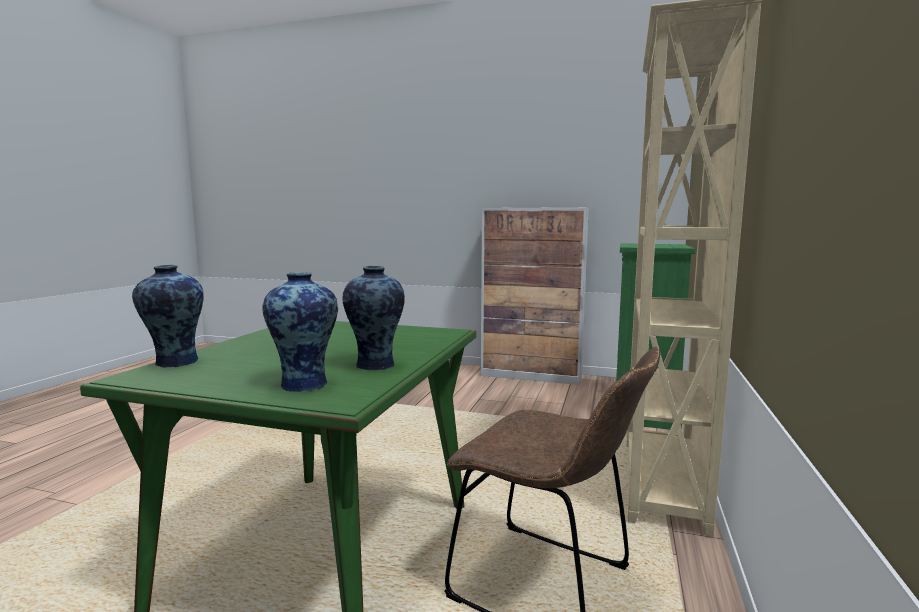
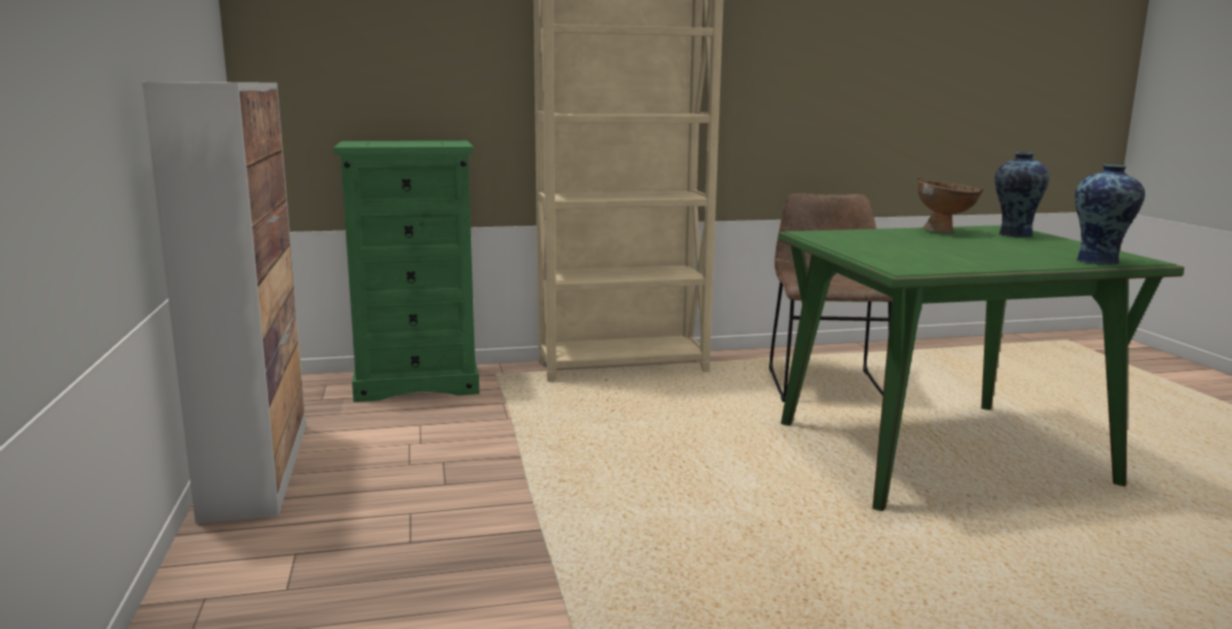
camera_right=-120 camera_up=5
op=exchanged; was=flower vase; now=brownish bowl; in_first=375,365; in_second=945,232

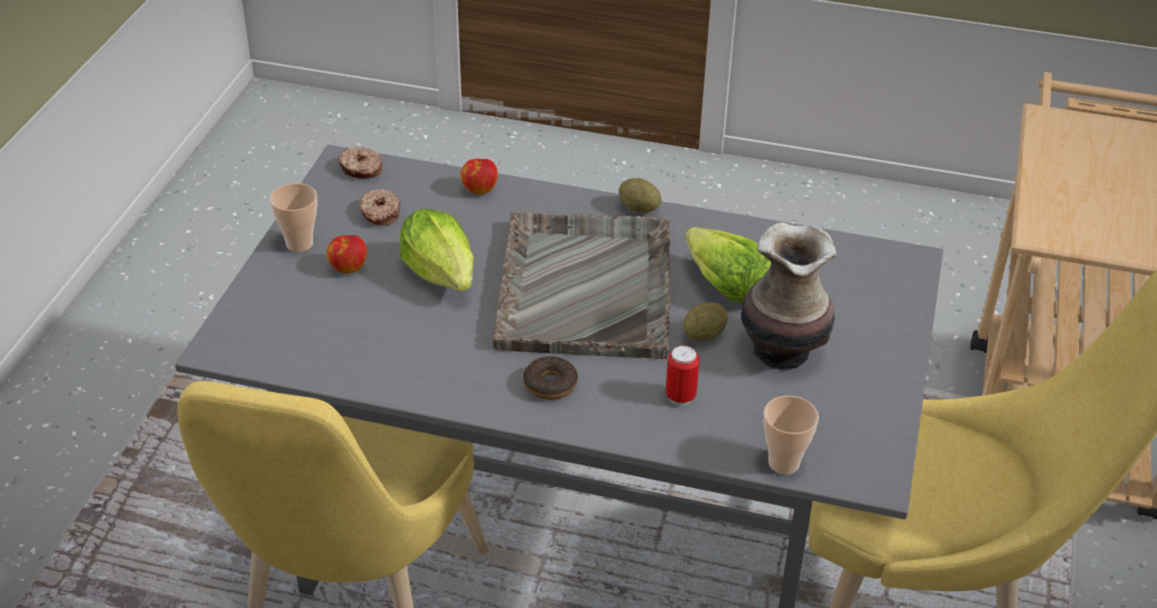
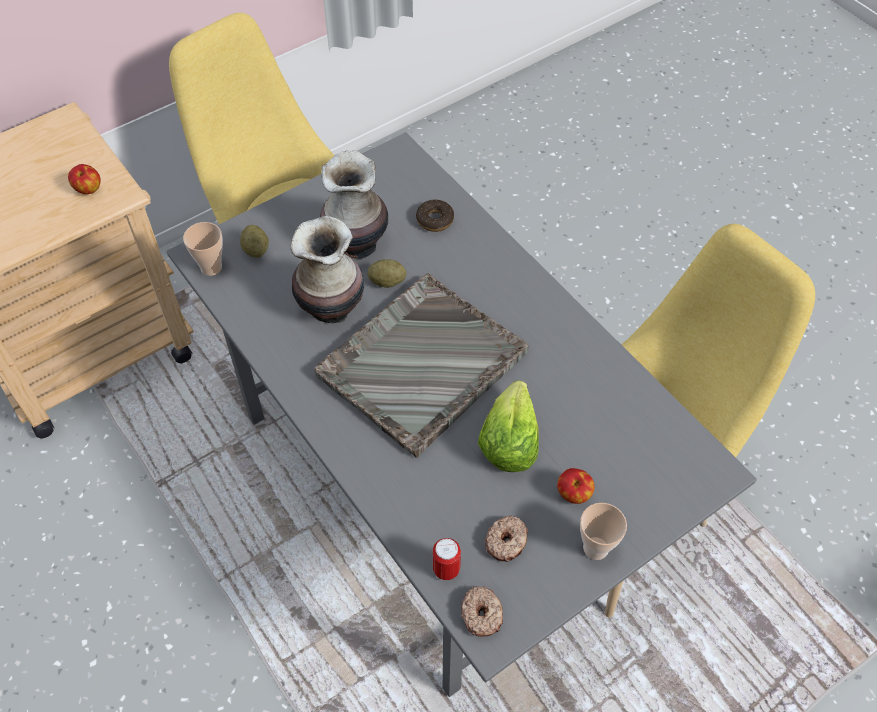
camera_right=-140 camera_up=15
op=relocated; was=apple; in_first=479,189; in_second=88,190
op=relocated; was=potato; in_first=639,208; in_second=256,250
op=exchanged; was=lettuce; now=flower vase; in_first=726,287; in_second=332,306
op=relocated; was=can; in_first=680,397; in_second=446,569
op=relocated; was=donut; in_first=550,384; in_second=435,220
op=relocated; was=cup; in_first=783,463; in_second=211,267

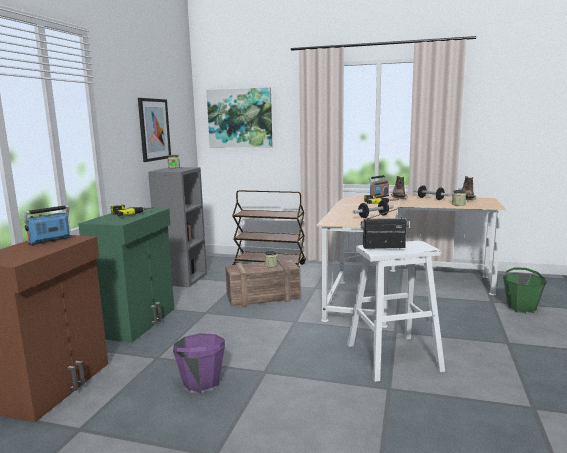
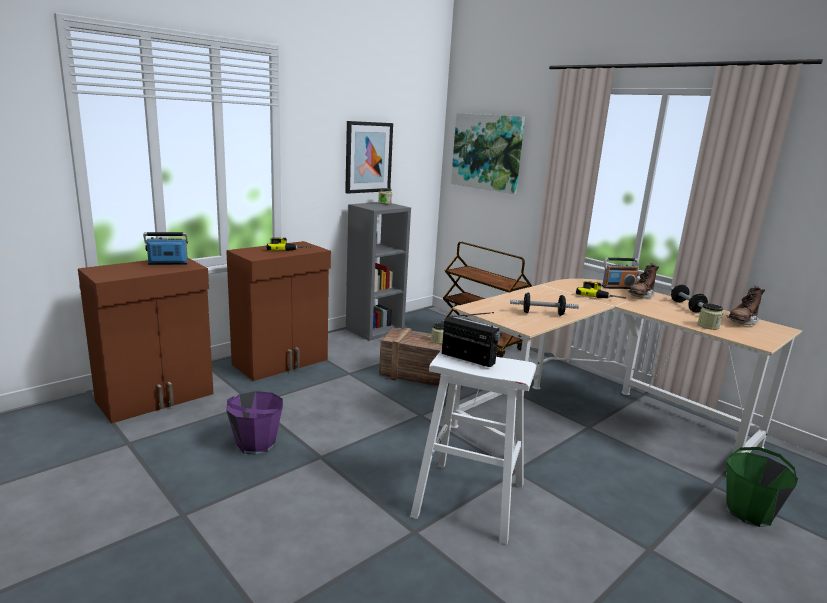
camera_right=30 camera_up=5
op=colour; was=green cupboard; now=brownish cupboard; in_first=137,322; in_second=282,362

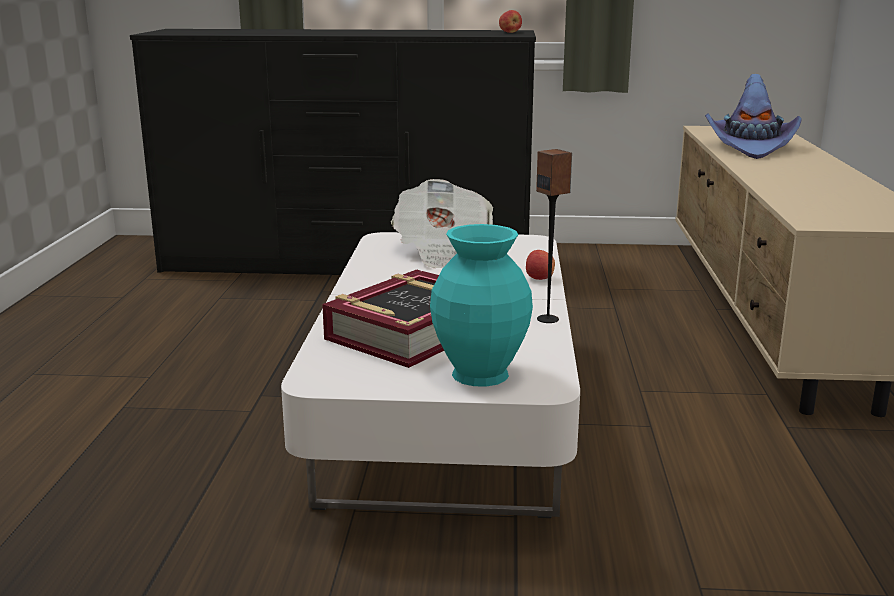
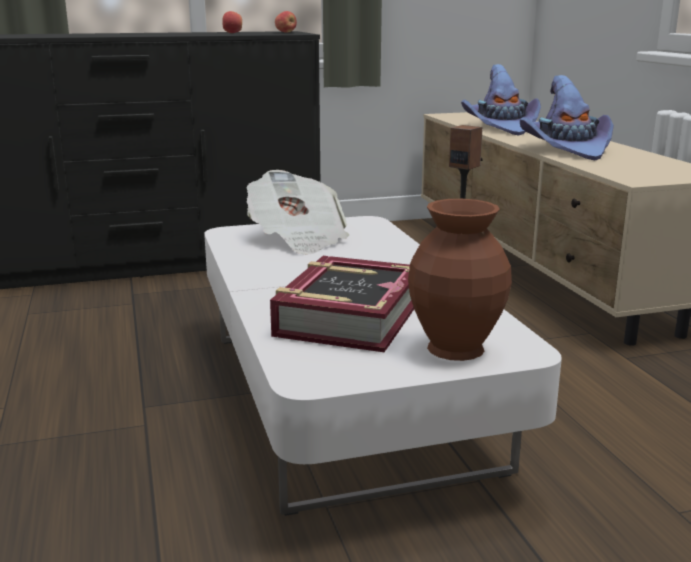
camera_right=-20 camera_up=0
op=colour; was=turquoise flower vase; now=brownish flower vase; in_first=481,375; in_second=457,349
op=relocated; was=apple; in_first=539,278; in_second=232,33
op=appeared; now=purple-coloured clothing hat; in_second=567,149

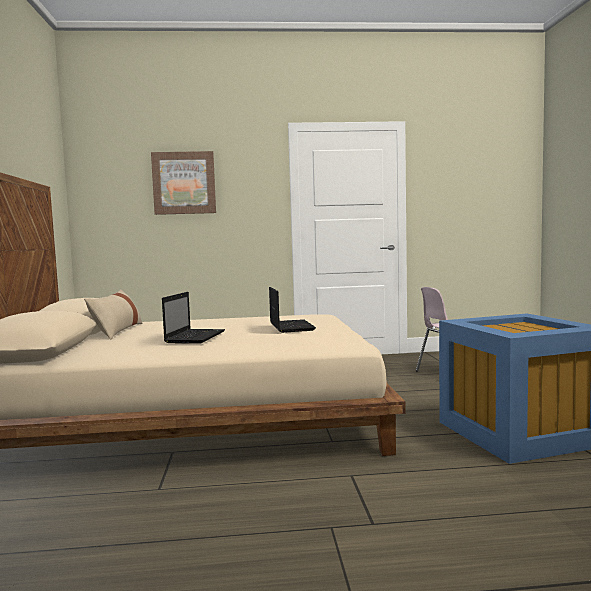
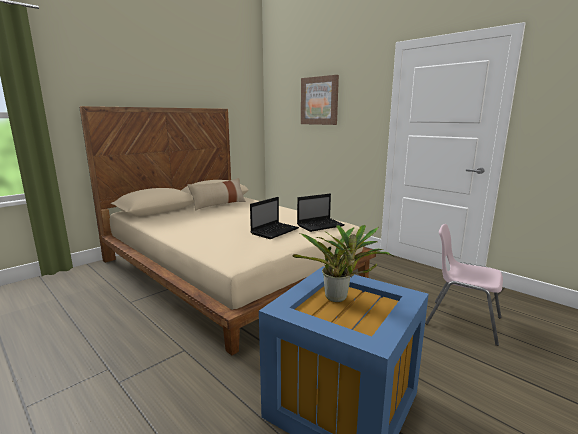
camera_right=50 camera_up=10
op=relocated; was=portable computer; in_first=195,337; in_second=321,225
op=appeared; now=potted plant; in_second=339,299

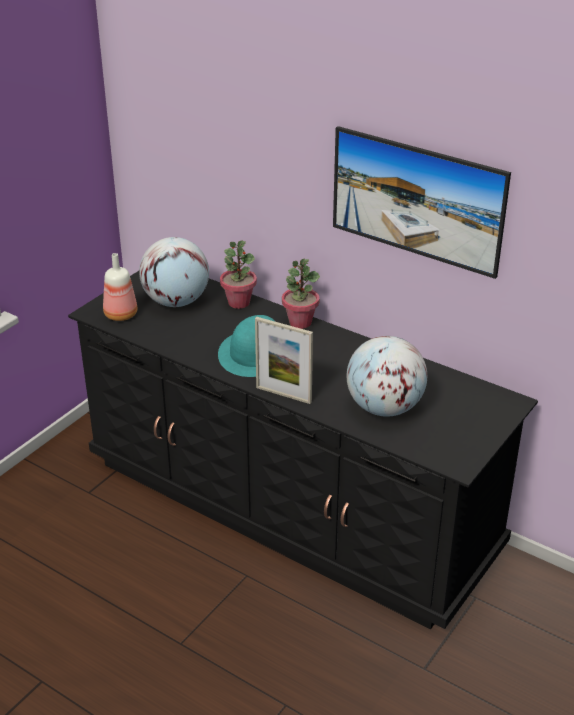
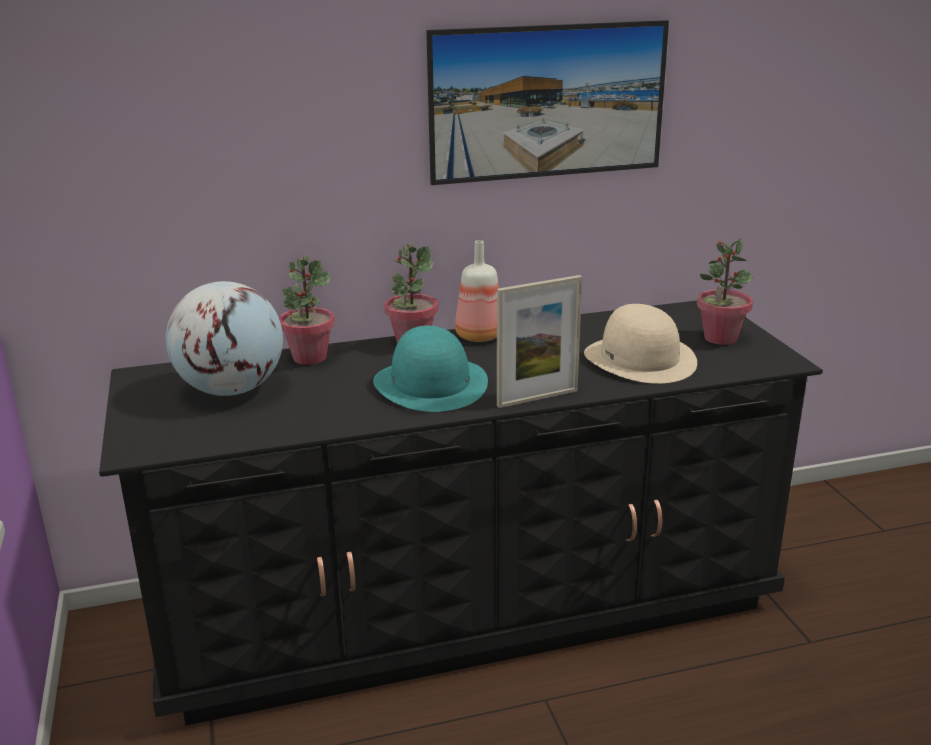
camera_right=-50 camera_up=-10
op=relocated; was=beverage bottle; in_first=119,315; in_second=478,337
op=exchanged; was=world globe; now=sand-coloured clothing hat; in_first=384,408; in_second=640,359
op=appeared; now=potted plant; in_second=720,338

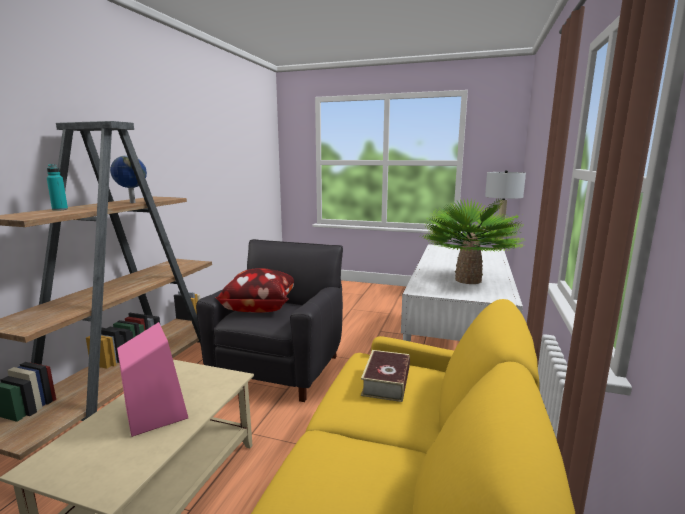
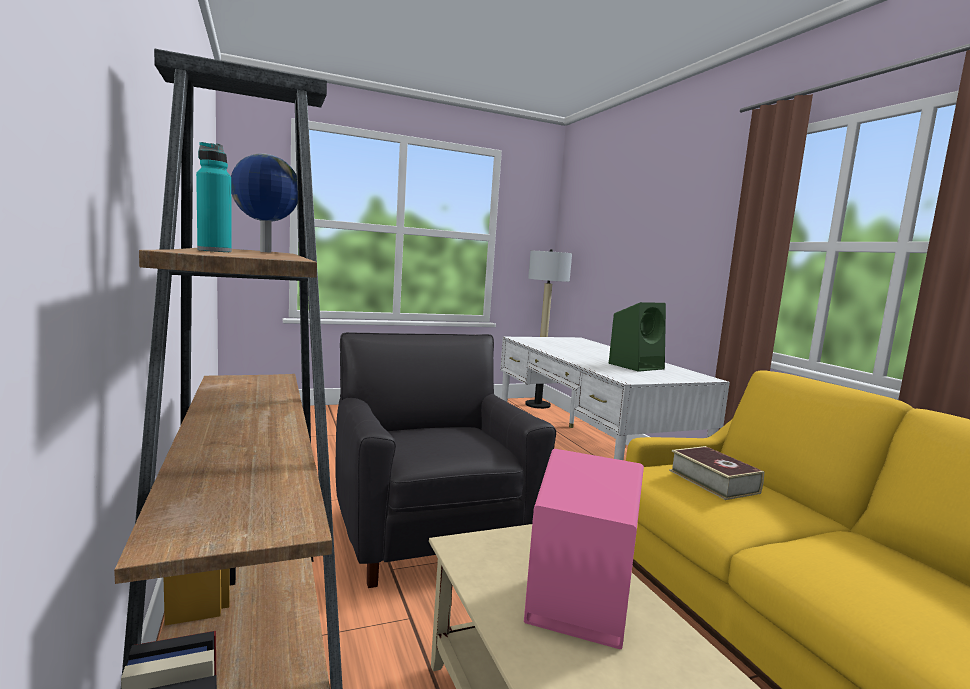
camera_right=-40 camera_up=-5
op=exchanged; was=potted plant; now=green speaker; in_first=468,280; in_second=636,366
op=missing; was=throw pillow; in_first=259,307

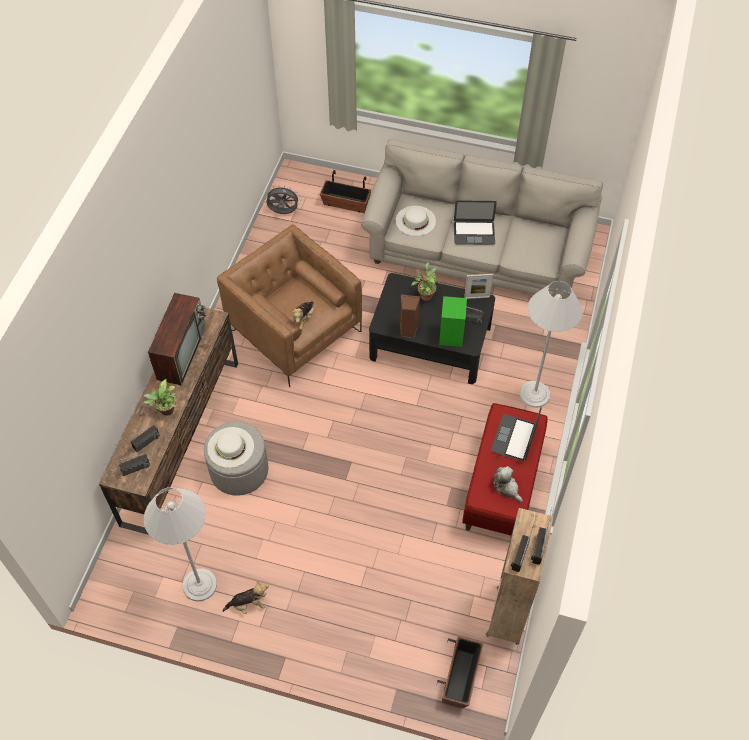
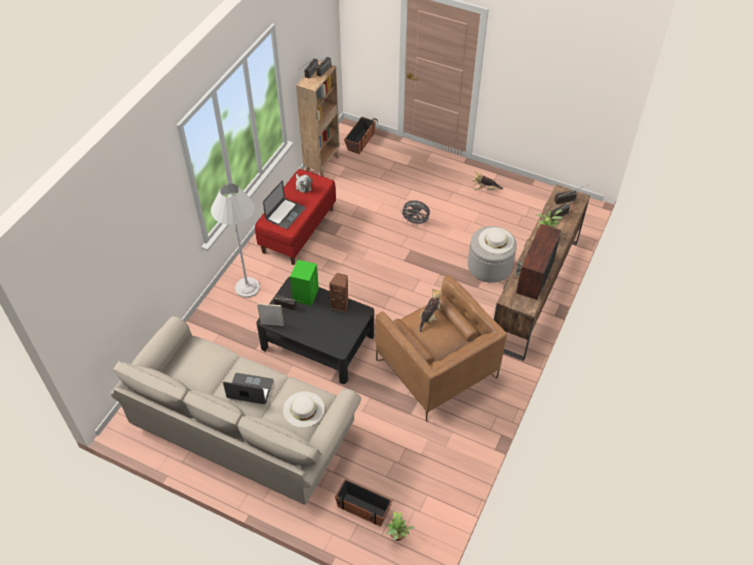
camera_right=-170 camera_up=-5
op=relocated; was=greyish fan; in_first=283,213; in_second=415,222
op=relocated; was=potted plant; in_first=425,294; in_second=398,537
op=missing; was=white standard lamp; in_first=199,585

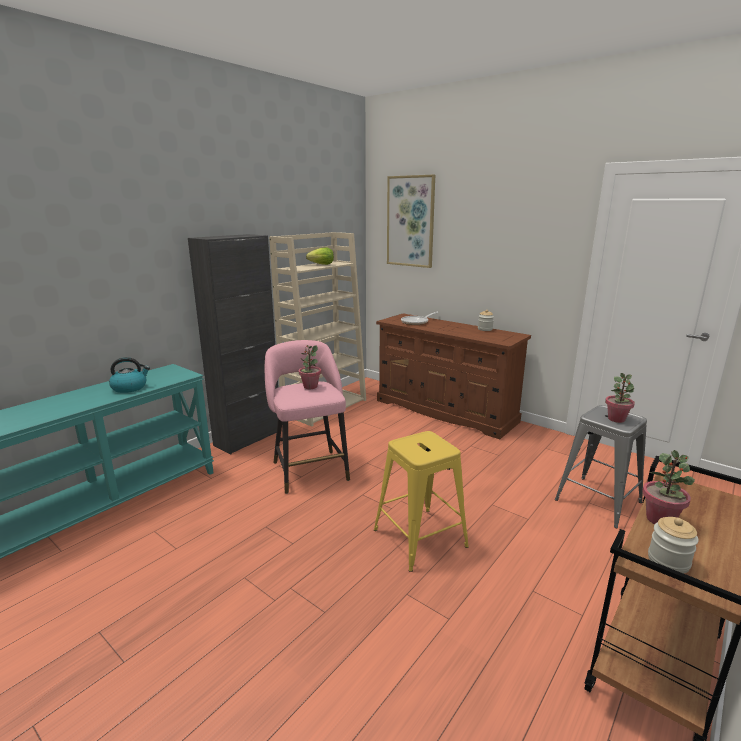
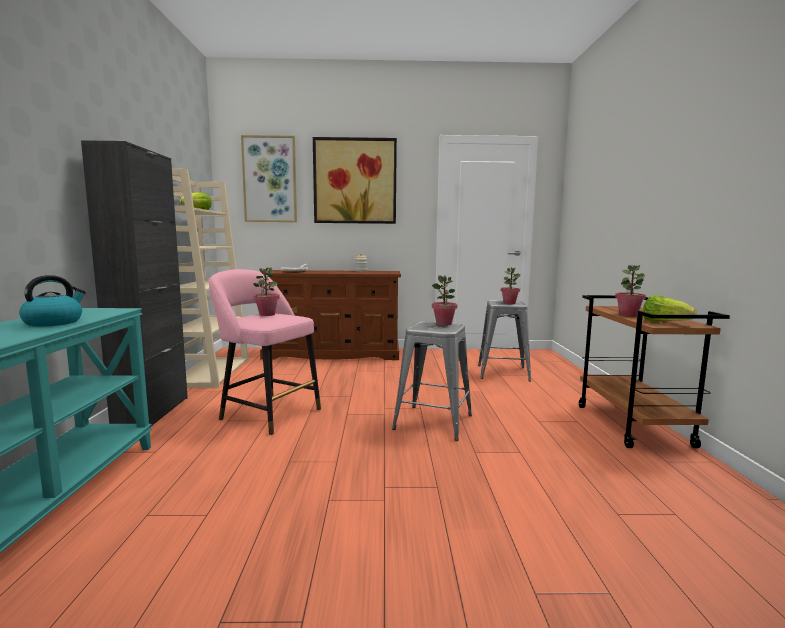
camera_right=-40 camera_up=-10
op=colour; was=yellow-coloured stool seat; now=greyish stool seat; in_first=419,538; in_second=433,422
op=exchanged; was=jar; now=lettuce; in_first=668,561; in_second=664,322
op=appeared; now=wall picture; in_second=355,181
op=appeared; now=potted plant; in_second=444,324

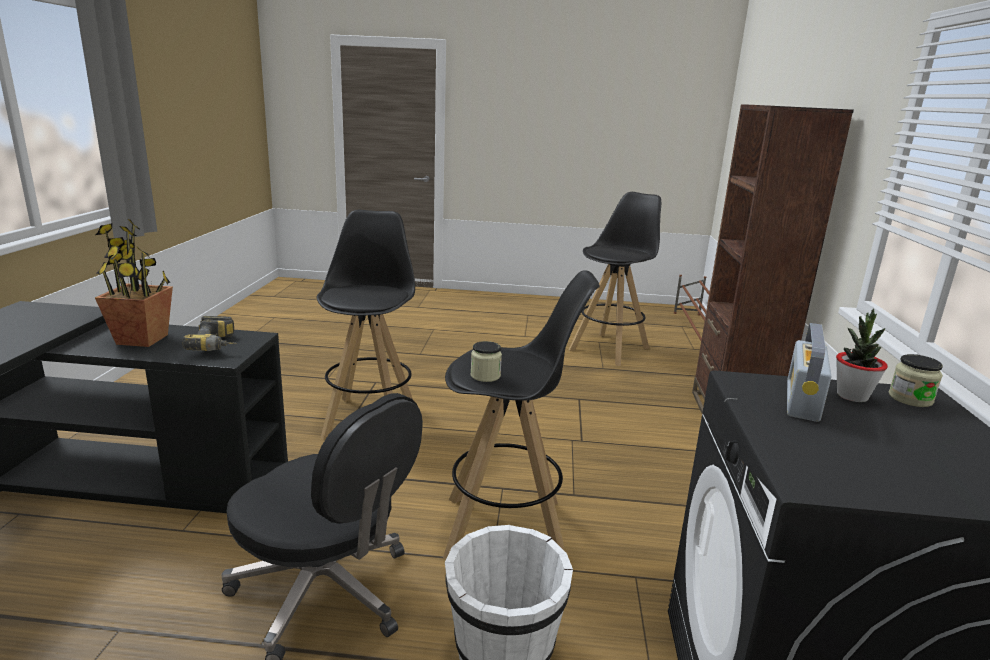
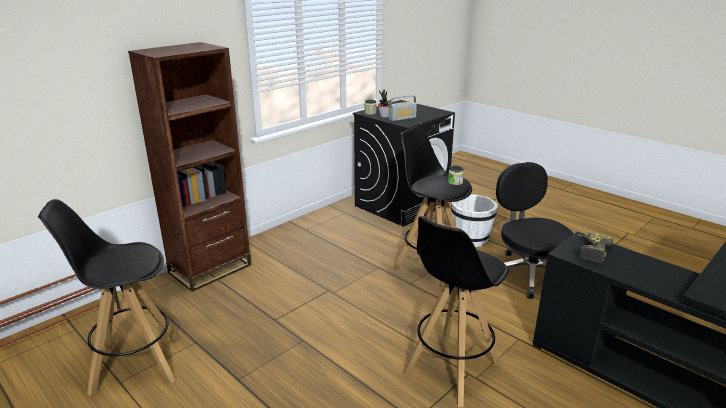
camera_right=-140 camera_up=5
op=missing; was=potted plant; in_first=143,339

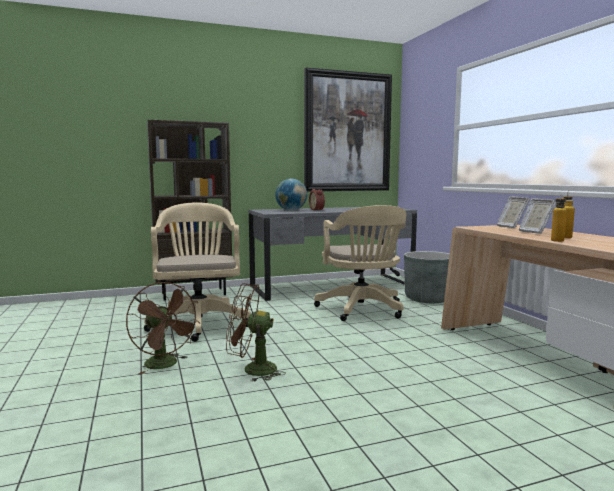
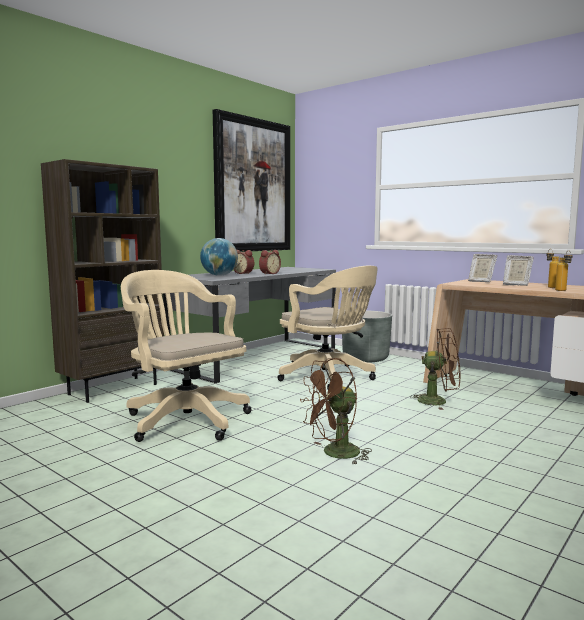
camera_right=-30 camera_up=0
op=relocated; was=brownish fan; in_first=165,365; in_second=438,402
op=appeared; now=table clock; in_second=269,273

